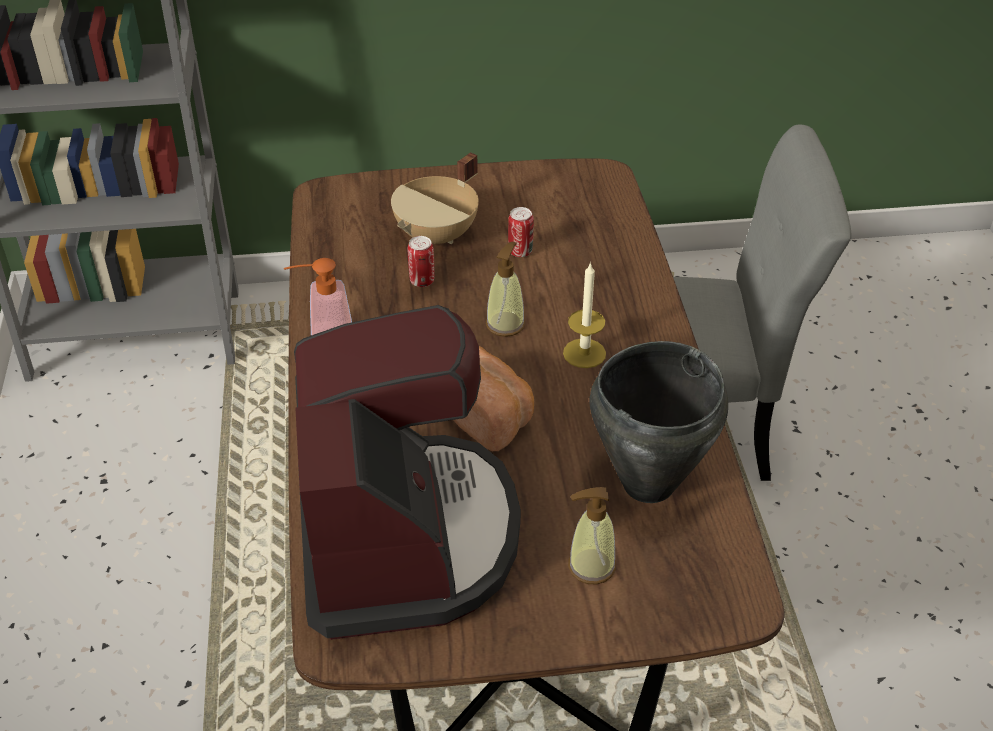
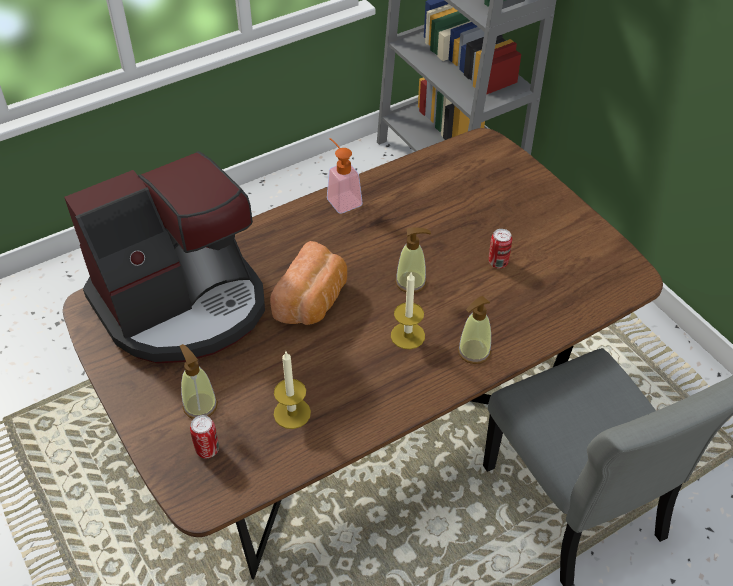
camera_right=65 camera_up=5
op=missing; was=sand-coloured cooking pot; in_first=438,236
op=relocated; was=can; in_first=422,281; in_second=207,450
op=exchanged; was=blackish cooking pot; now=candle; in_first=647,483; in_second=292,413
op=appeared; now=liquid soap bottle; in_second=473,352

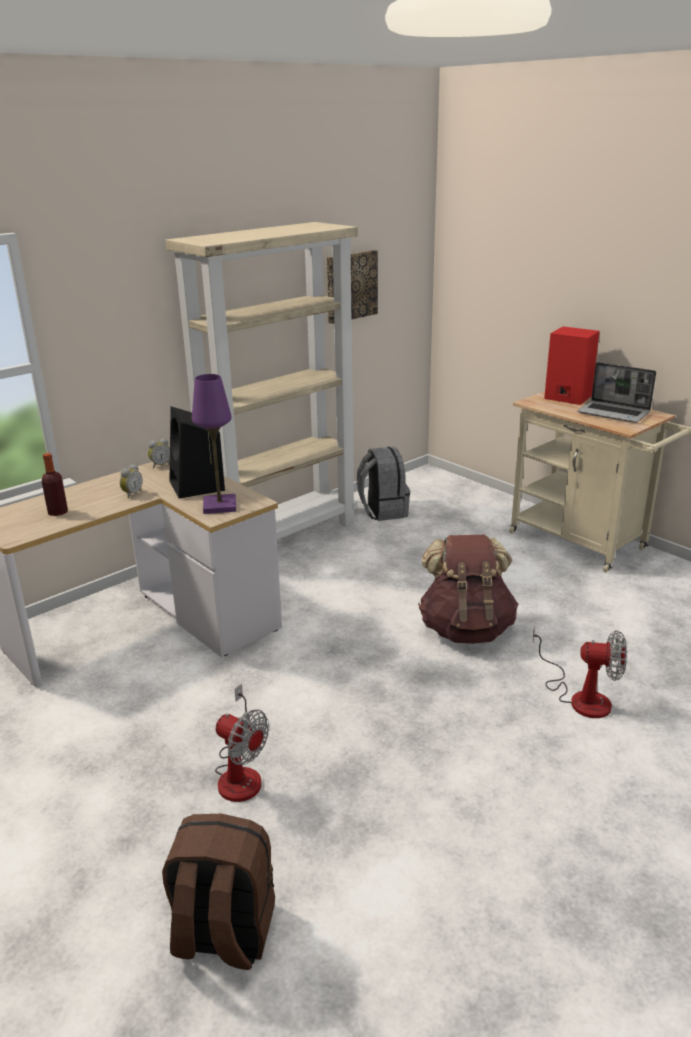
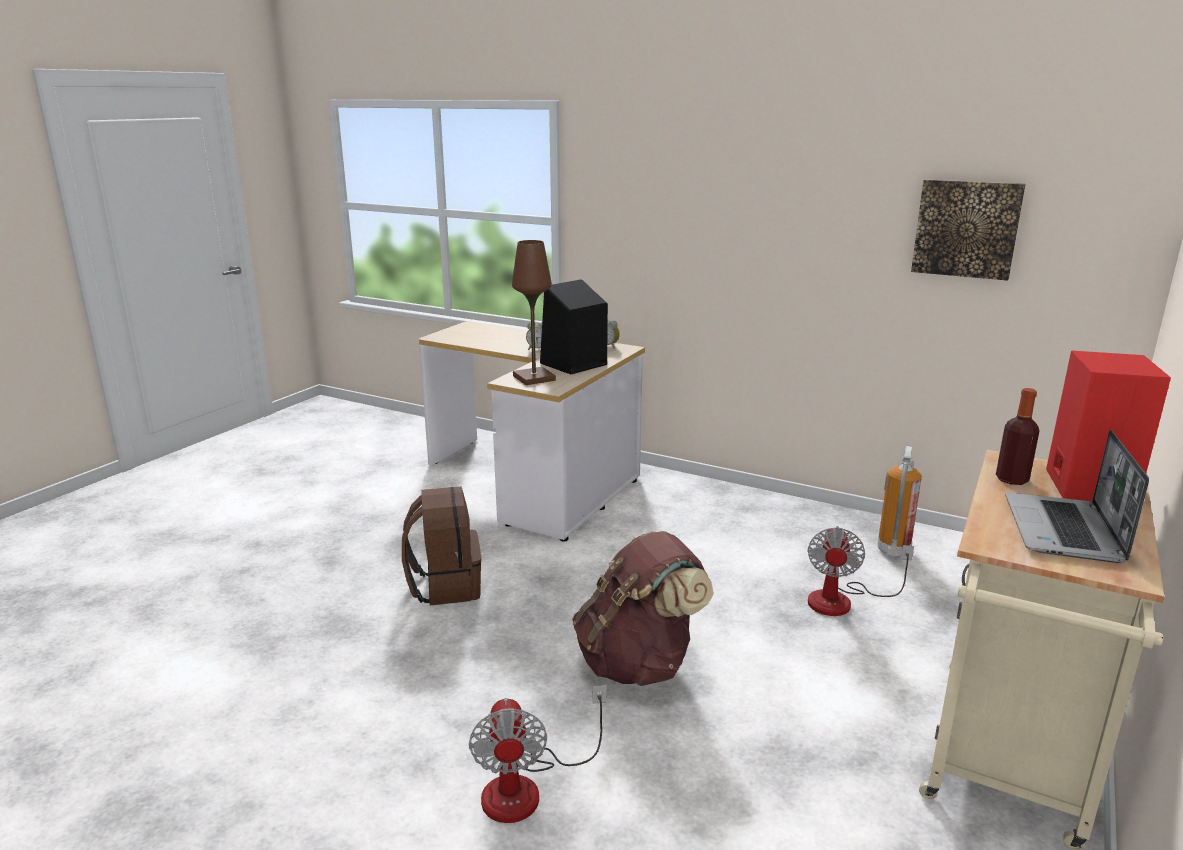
camera_right=70 camera_up=-5
op=missing; was=sand-coloured bookcase; in_first=282,537
op=colour; was=purple-coloured lamp for a table; now=brownish lamp for a table; in_first=219,506; in_second=533,378
op=exchanged; was=greyish rucksack; now=fire extinguisher; in_first=382,511; in_second=893,552
op=relocated; was=beverage bottle; in_first=58,512; in_second=1011,479
op=relocated; was=fan; in_first=240,773; in_second=842,600
op=relocated; was=brownish rucksack; in_first=223,935; in_second=445,586

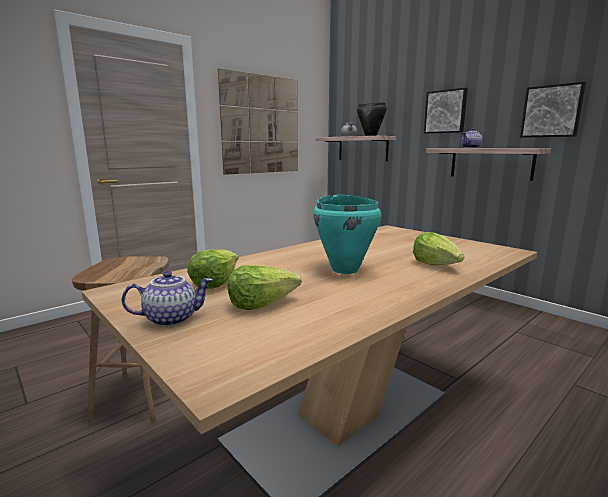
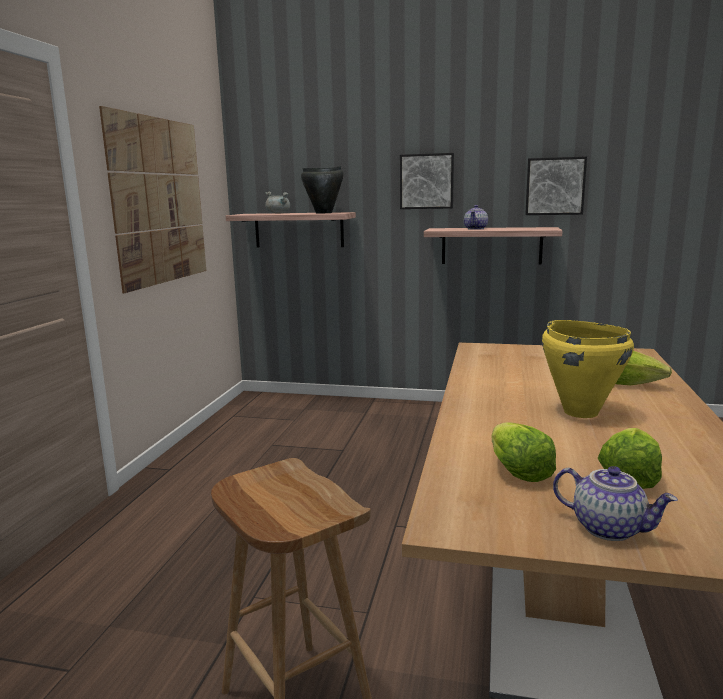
camera_right=-35 camera_up=0
op=colour; was=turquoise cooking pot; now=yellow-coloured cooking pot; in_first=345,269; in_second=580,412
op=spun; was=pot for tea; in_first=171,318; in_second=609,528; clockwise=90

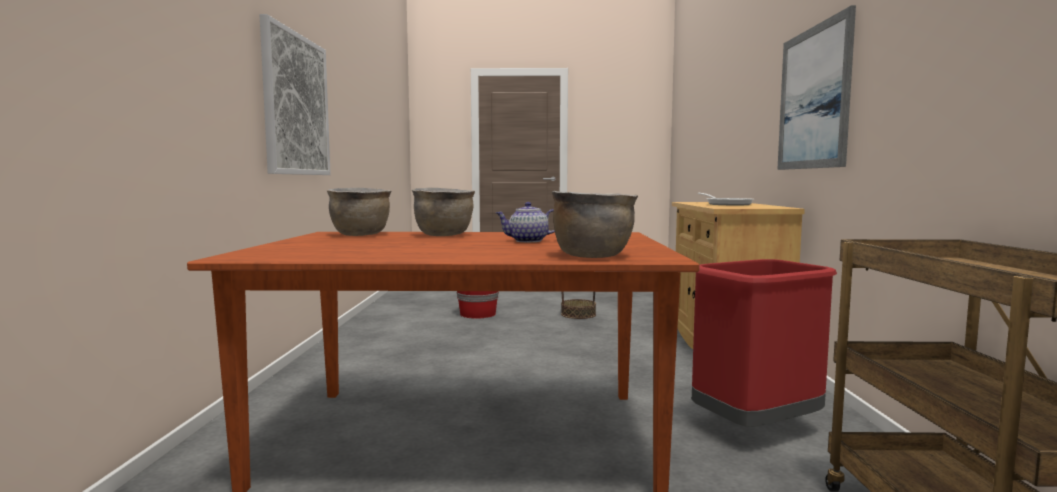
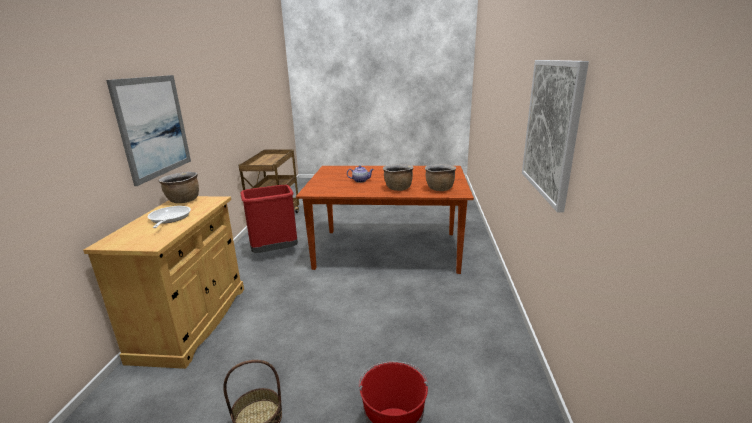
camera_right=-175 camera_up=15
op=relocated; was=brownish cooking pot; in_first=592,256; in_second=183,201

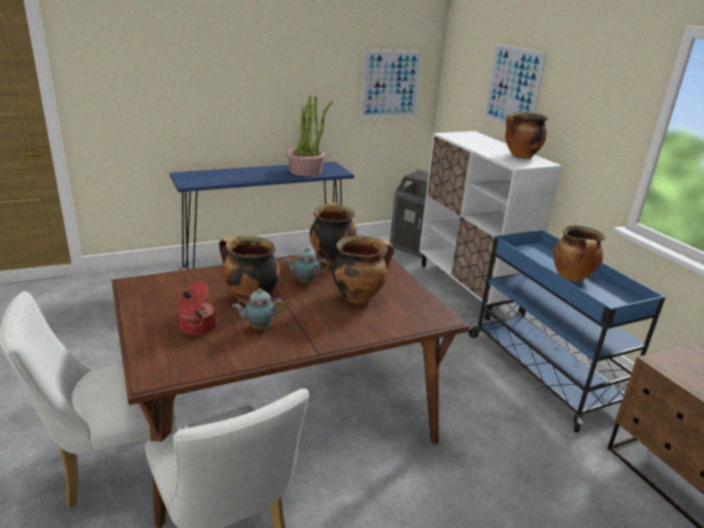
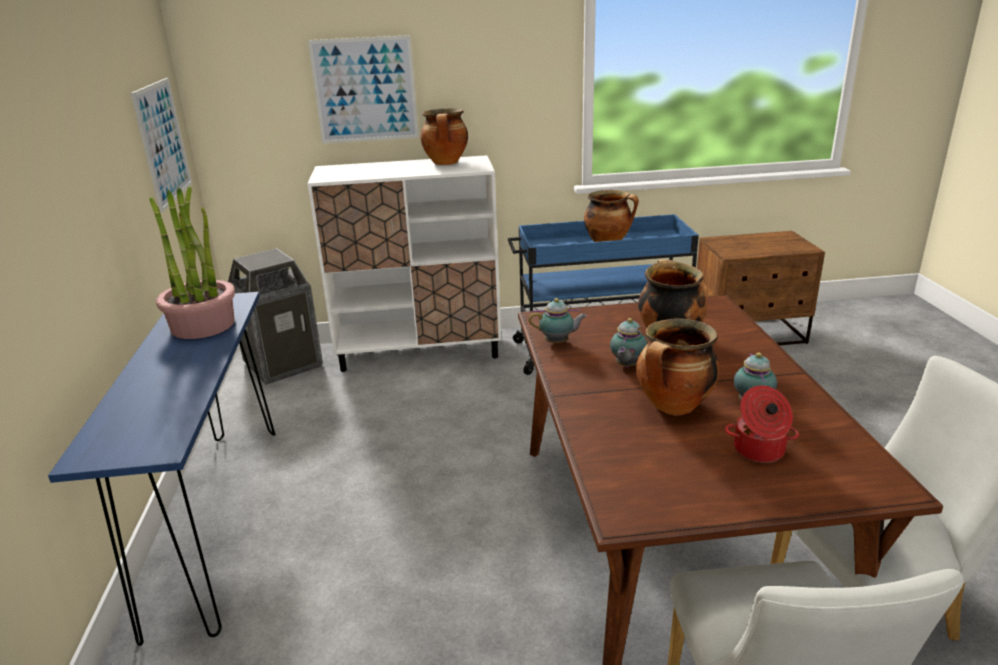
camera_right=-70 camera_up=0
op=exchanged; was=cooking pot; now=pot for tea; in_first=331,258; in_second=558,343

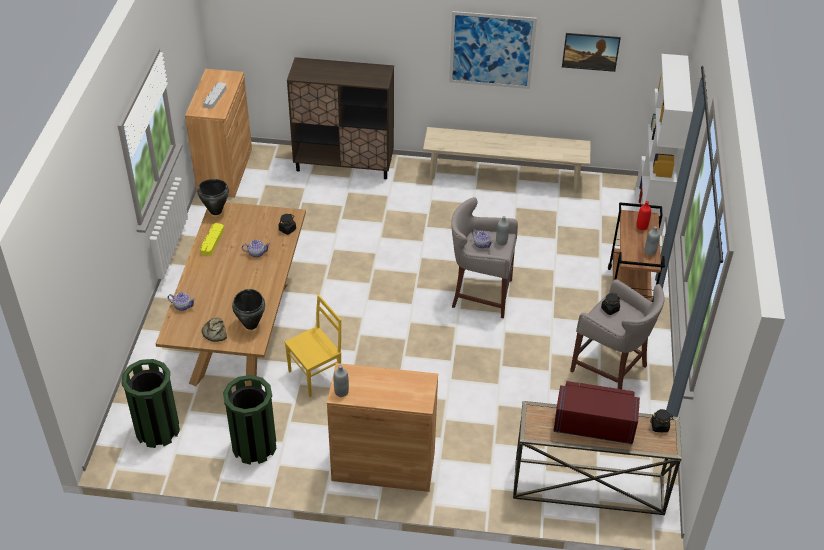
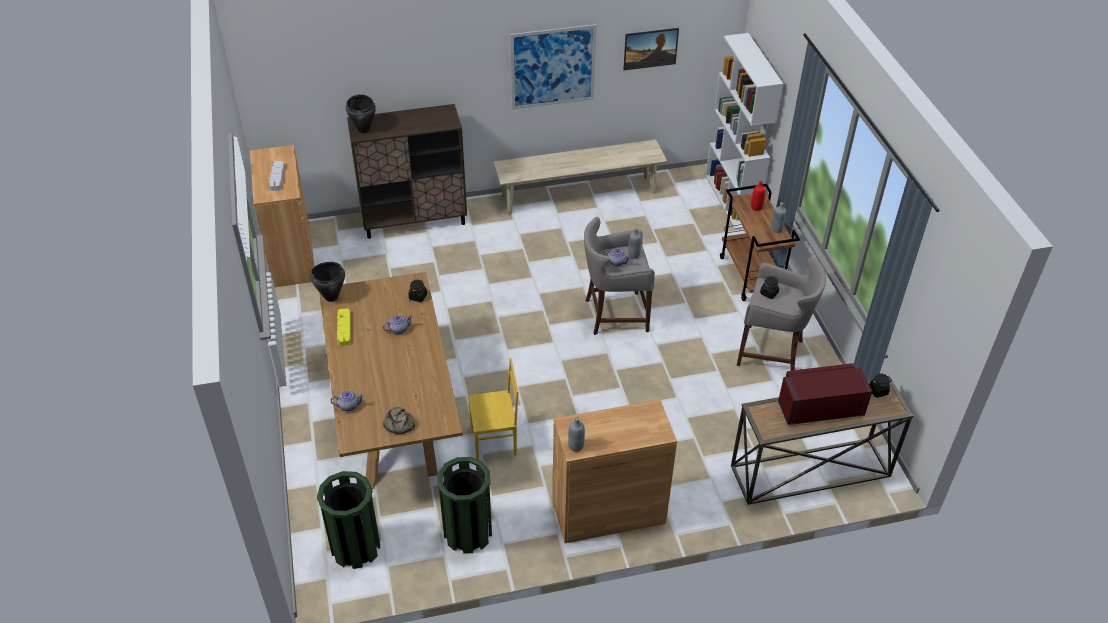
camera_right=-20 camera_up=0
op=relocated; was=blackish cooking pot; in_first=251,324; in_second=363,129
op=spun; was=yellow-coloured plain chair; in_first=316,376; in_second=494,441; clockwise=45

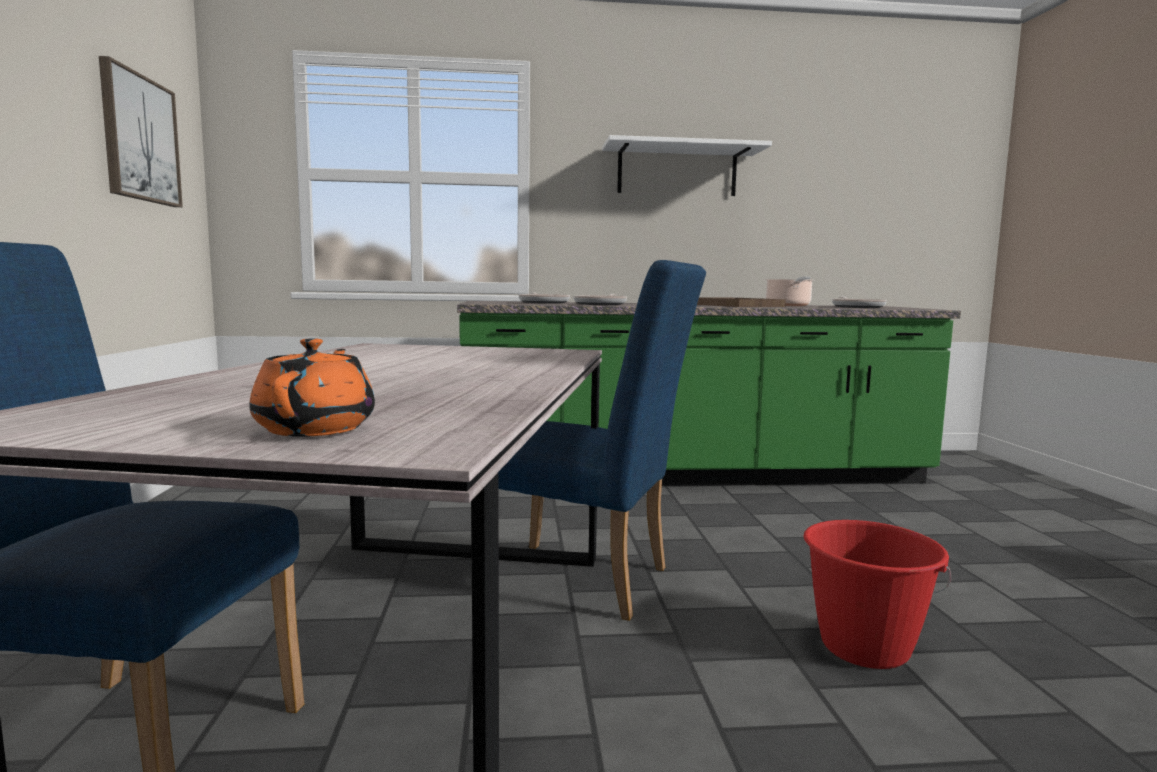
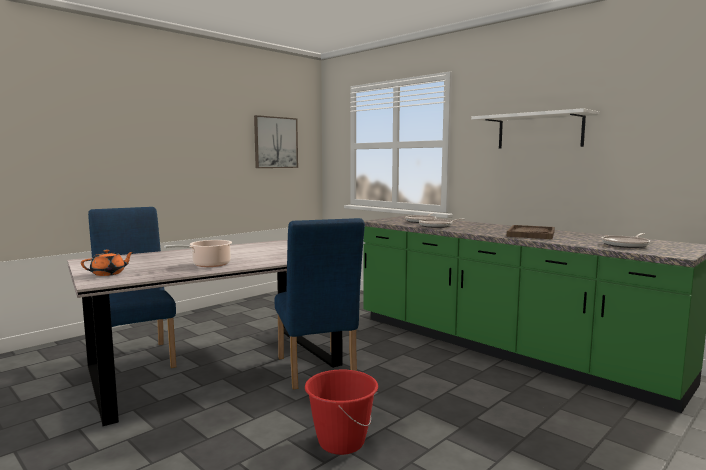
camera_right=50 camera_up=0
op=relocated; was=cooking pot; in_first=788,305; in_second=209,265

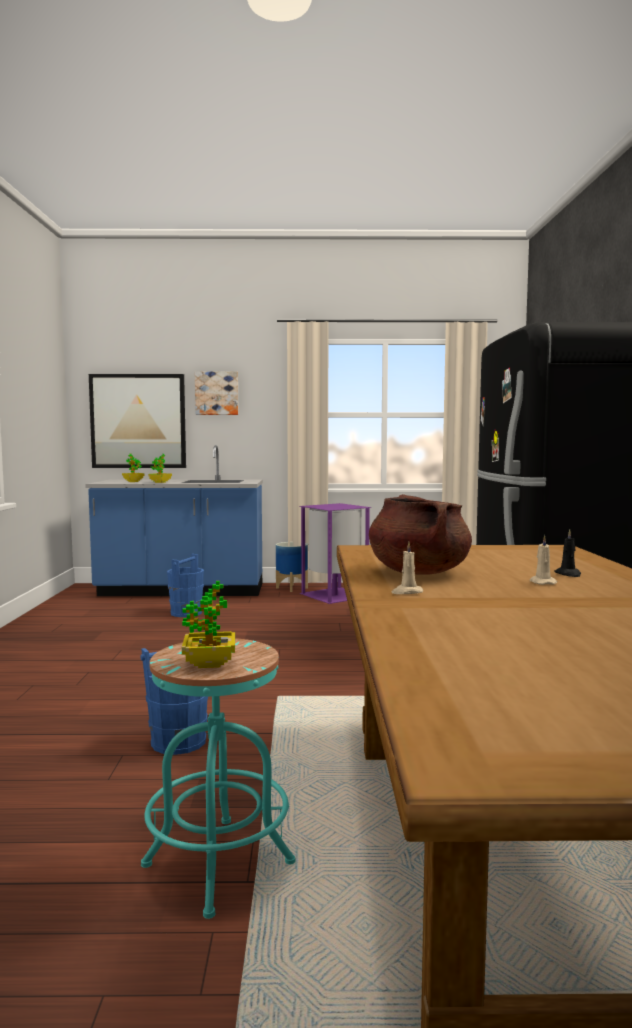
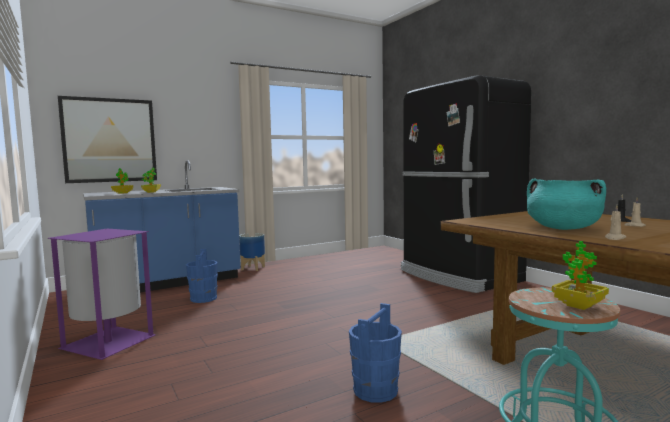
camera_right=-30 camera_up=0
op=missing; was=wall picture; in_first=217,393
op=colour; was=brownish cooking pot; now=turquoise cooking pot; in_first=418,572; in_second=562,228
op=relocated; was=purple-coloured waste bin; in_first=335,595; in_second=109,341

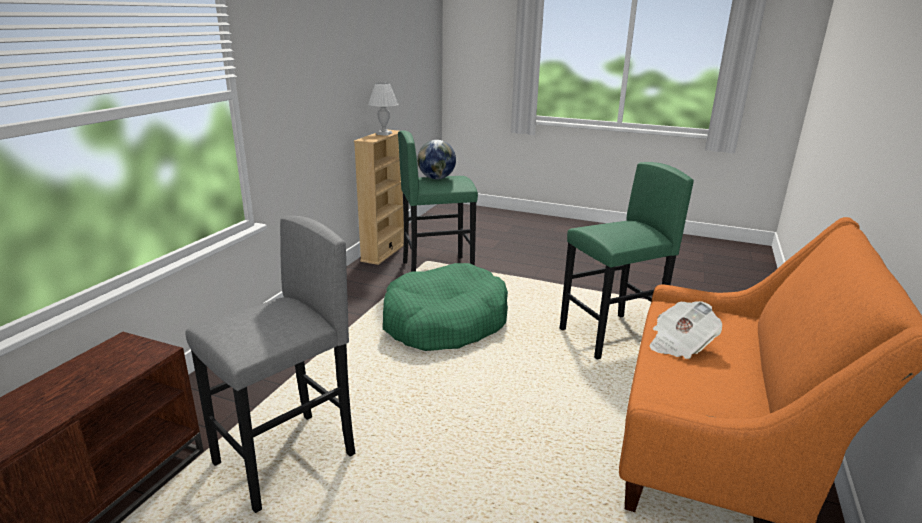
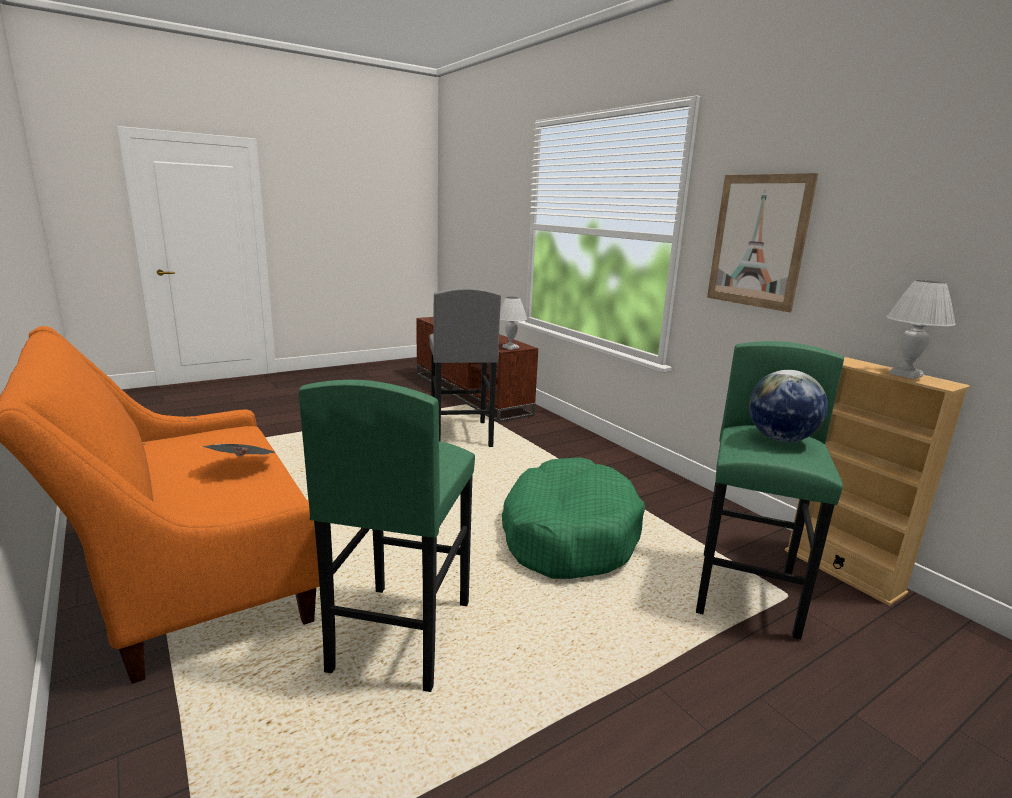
camera_right=125 camera_up=-5
op=appeared; now=wall picture; in_second=758,241
op=appeared; now=white lamp for a table; in_second=510,347

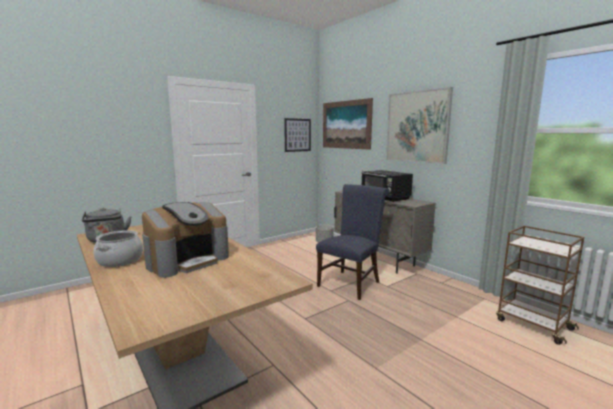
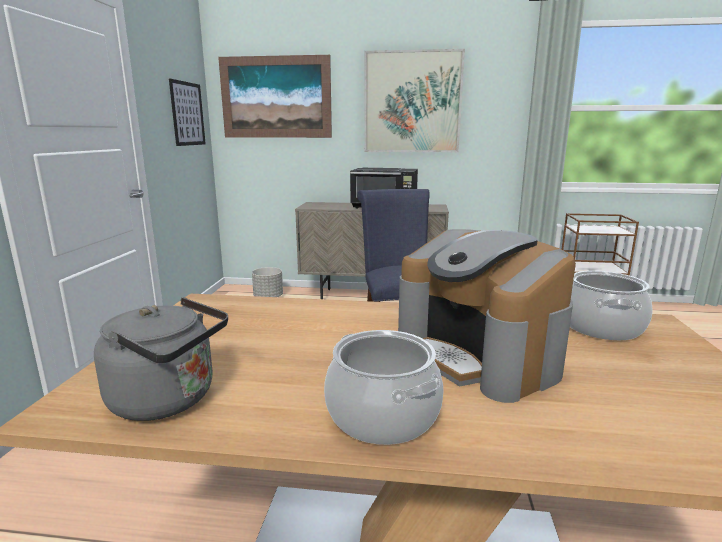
camera_right=-45 camera_up=5
op=spun; was=coffee maker; in_first=188,260; in_second=479,355; clockwise=150
op=appeared; now=cooking pot; in_second=600,327

